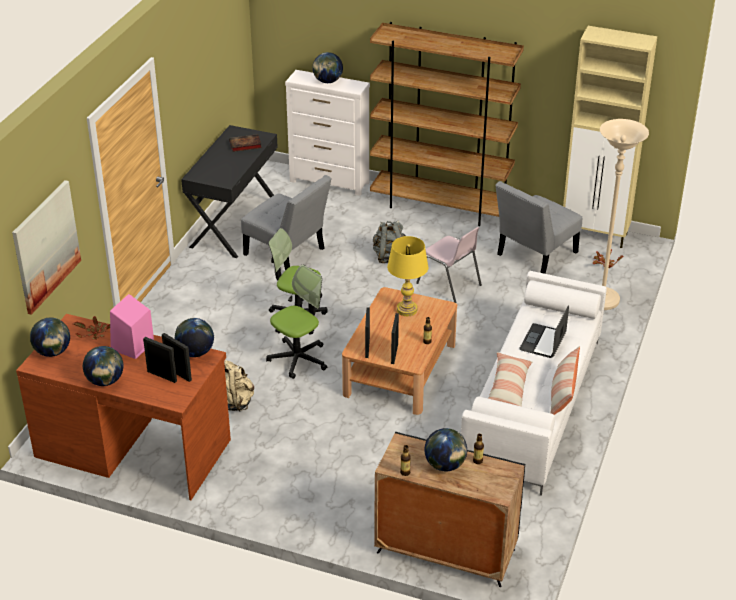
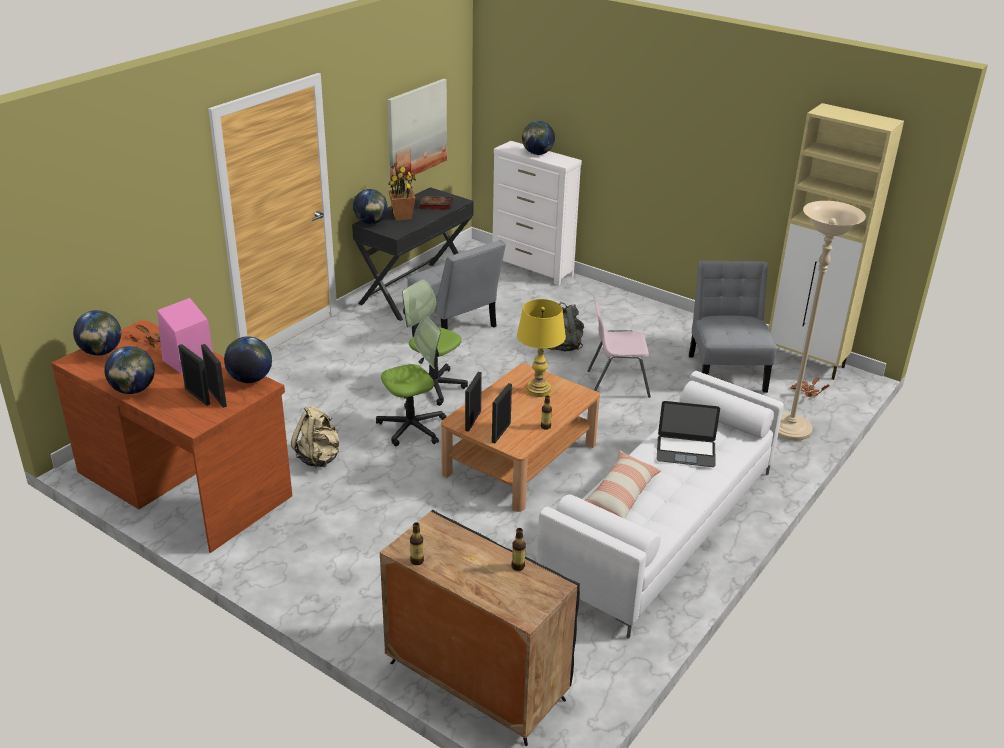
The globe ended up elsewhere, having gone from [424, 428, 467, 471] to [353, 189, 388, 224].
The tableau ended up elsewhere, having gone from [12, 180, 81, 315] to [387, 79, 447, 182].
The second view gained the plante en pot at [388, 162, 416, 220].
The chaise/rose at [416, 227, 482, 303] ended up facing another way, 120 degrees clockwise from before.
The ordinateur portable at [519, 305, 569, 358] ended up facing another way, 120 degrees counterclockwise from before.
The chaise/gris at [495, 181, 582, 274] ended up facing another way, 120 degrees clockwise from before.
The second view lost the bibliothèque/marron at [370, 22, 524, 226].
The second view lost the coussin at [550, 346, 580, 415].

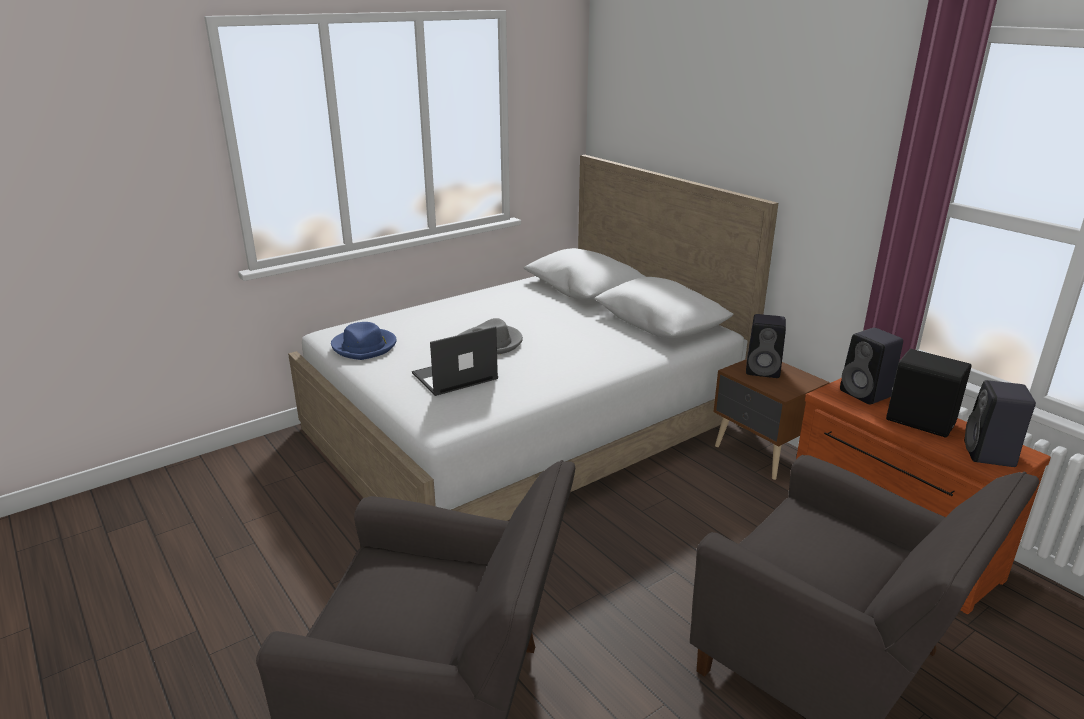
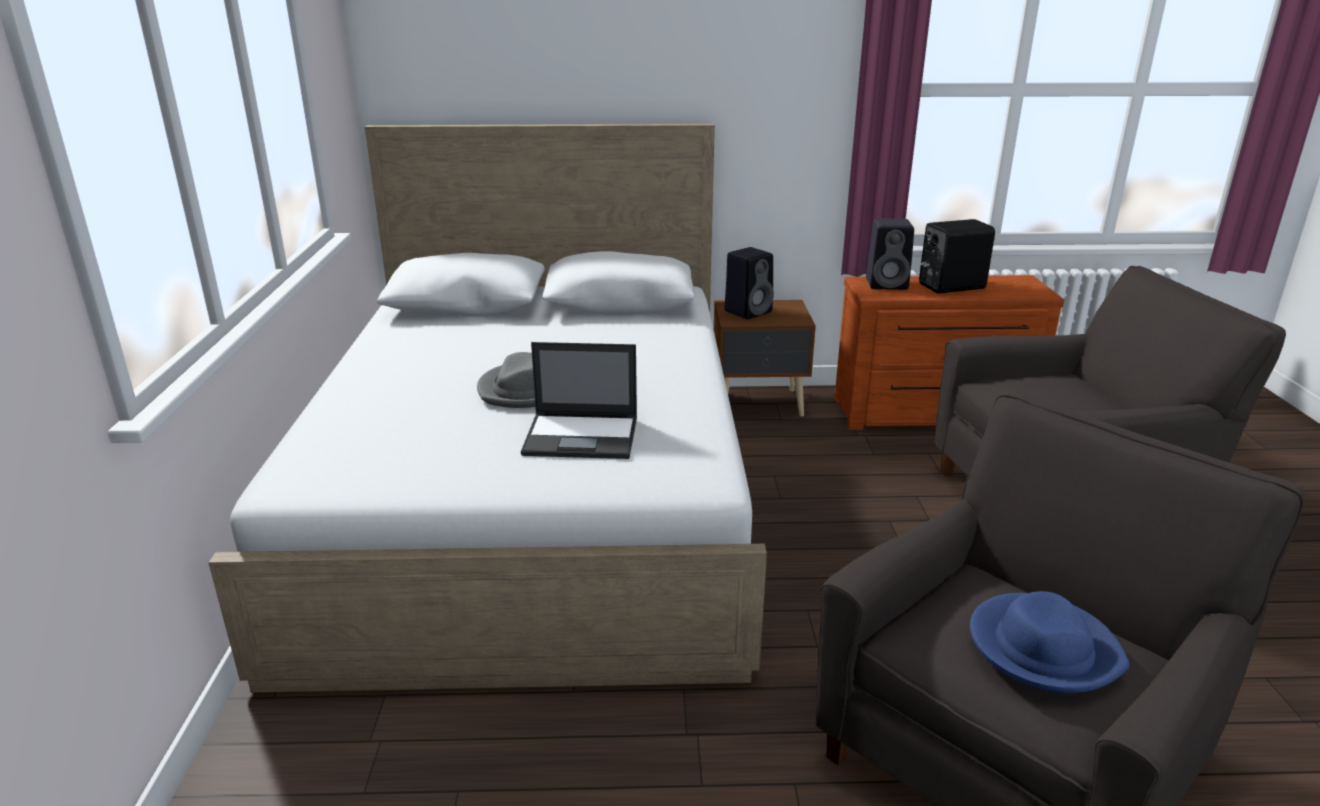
The ordinateur portable at [412, 326, 498, 396] ended up facing another way, 90 degrees counterclockwise from before.
The chapeau/bleu ended up elsewhere, having gone from [331, 322, 397, 360] to [970, 591, 1130, 693].
The second view lost the enceinte/noir at [964, 380, 1036, 467].

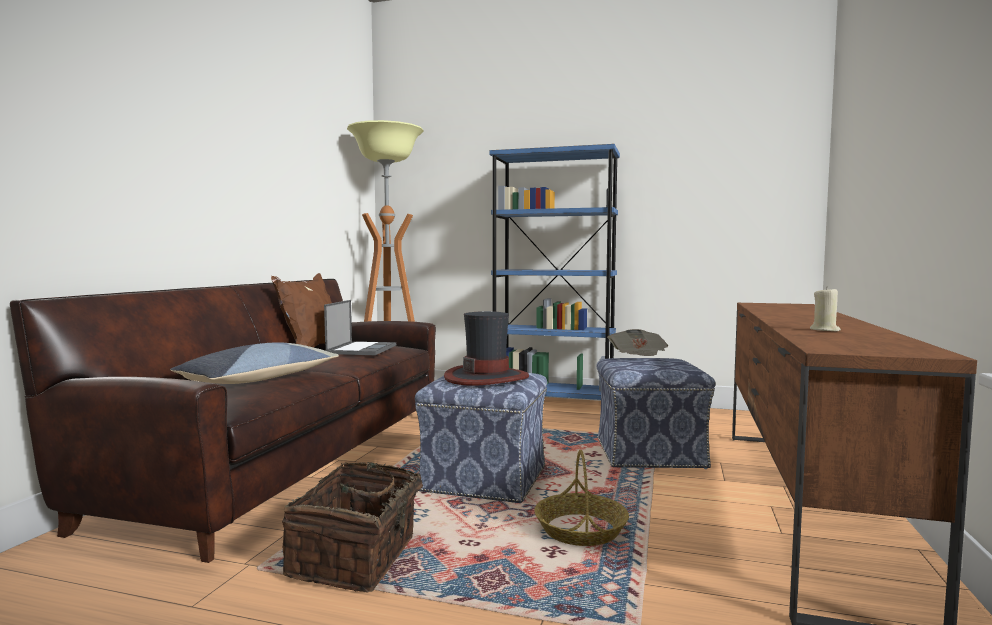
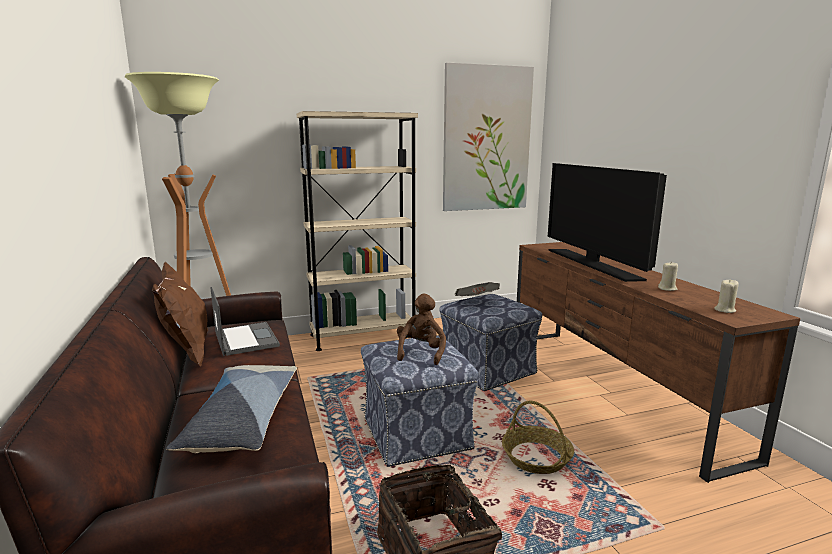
What was the bibliothèque/bleu at [490, 144, 620, 400] turned into the bibliothèque/beige at [297, 111, 418, 351].
Where the chapeau stood at [444, 311, 529, 386], the peluche/marron came to stand at [397, 293, 446, 365].
The second view gained the tableau at [443, 63, 534, 211].
The second view gained the téléviseur at [548, 163, 667, 282].
The second view gained the bougie/beige at [714, 279, 739, 313].

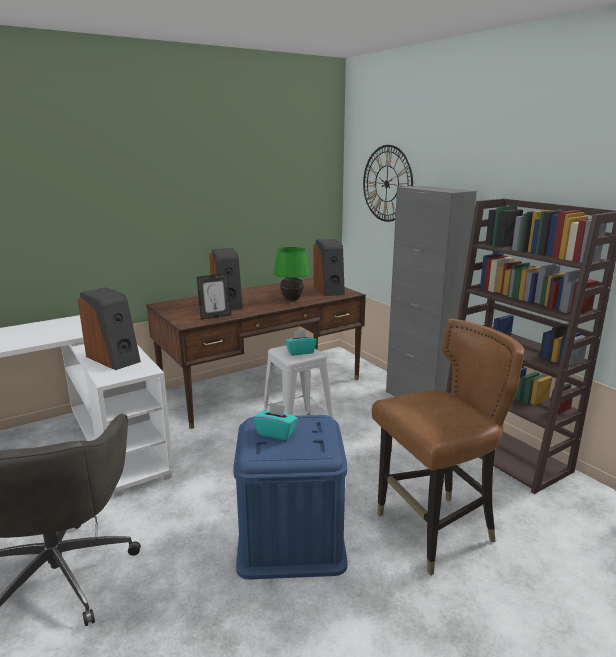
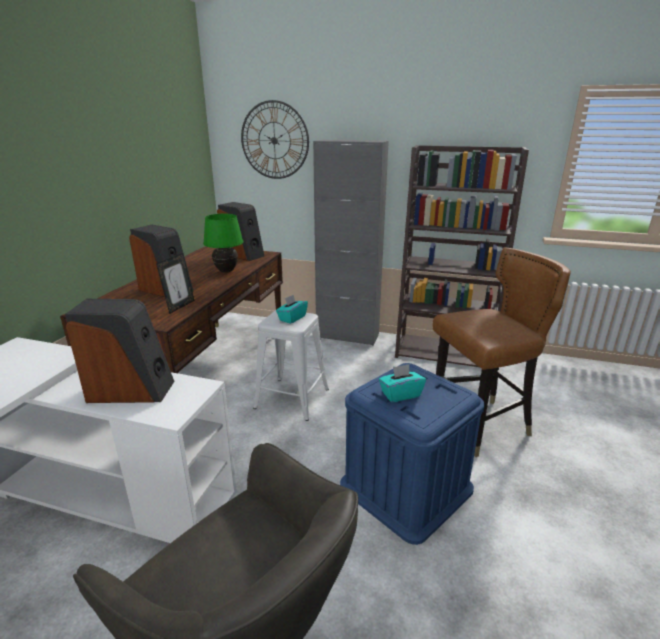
The chaise/marron at [372, 319, 524, 576] ended up facing another way, 45 degrees clockwise from before.

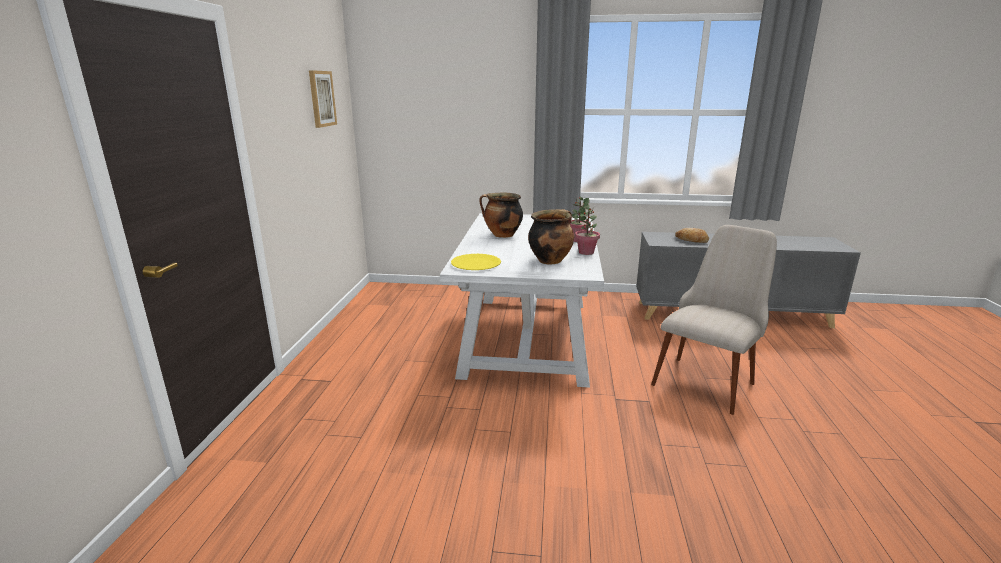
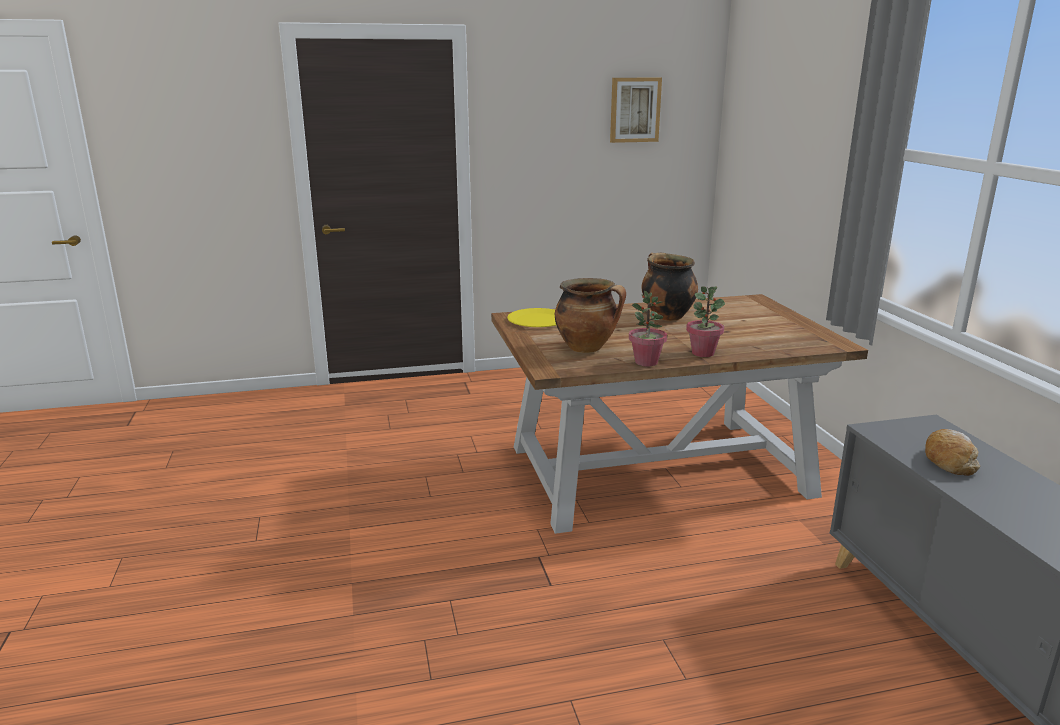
What was the table à manger/blanc at [440, 213, 604, 388] turned into the table à manger/marron at [491, 294, 868, 534].
The second view lost the chaise/beige at [651, 225, 777, 415].

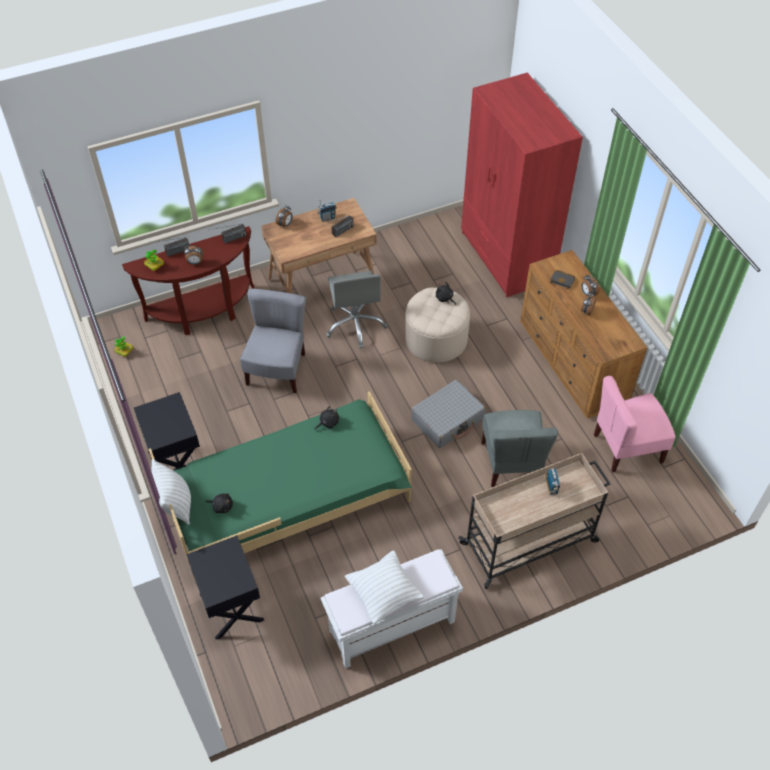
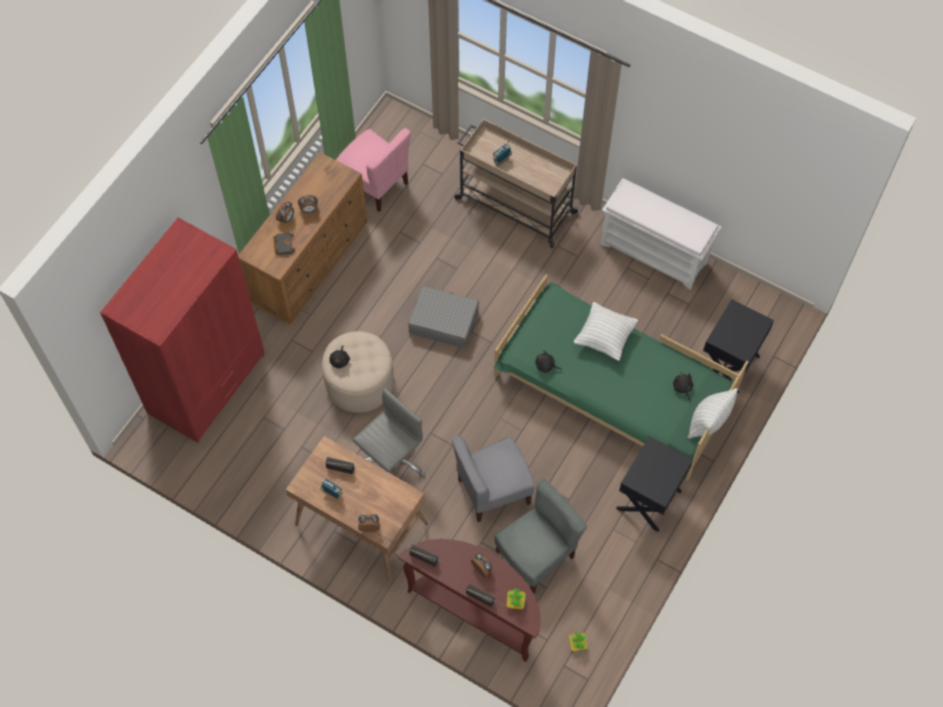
The chaise/gris ended up elsewhere, having gone from [481, 410, 558, 487] to [495, 479, 587, 593].
The coussin/blanc ended up elsewhere, having gone from [345, 551, 424, 624] to [573, 302, 638, 361].

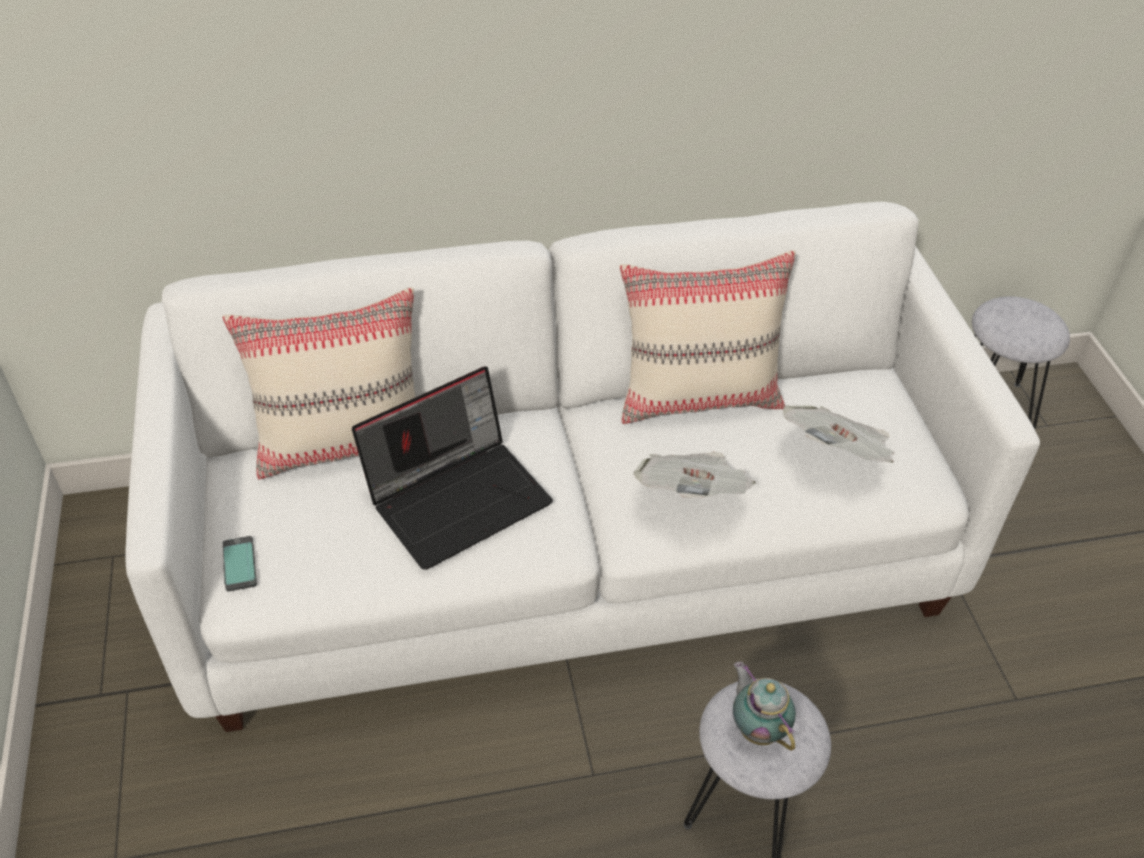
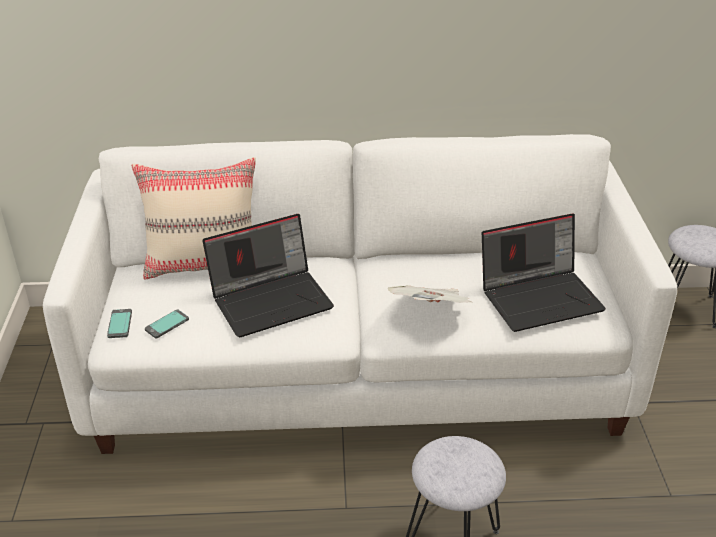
The second view gained the téléphone at [145, 309, 189, 338].
Where the journal stood at [783, 405, 895, 463], the ordinateur portable came to stand at [482, 214, 606, 332].
The second view lost the coussin/beige at [620, 250, 796, 424].
The second view lost the théière at [733, 662, 796, 751].

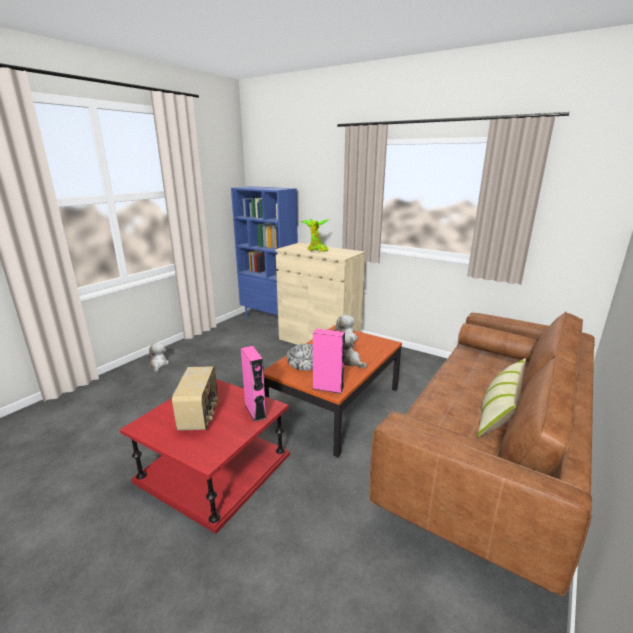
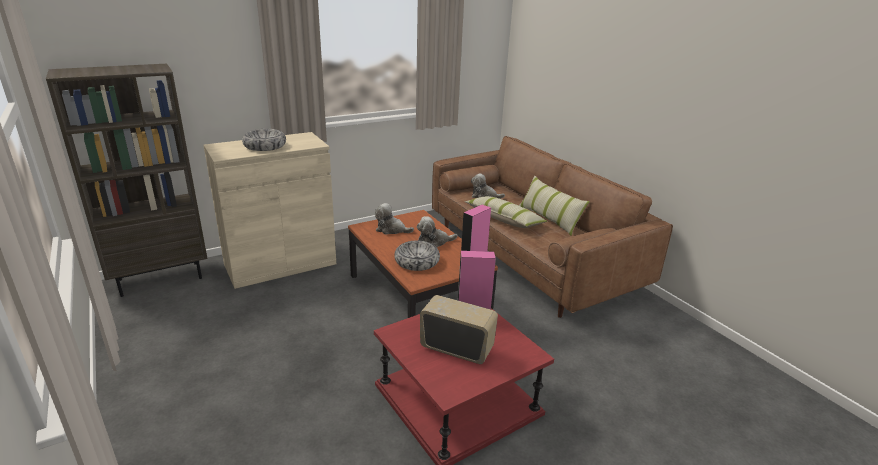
What was the bibliothèque/bleu at [231, 186, 298, 318] turned into the bibliothèque/marron at [46, 64, 207, 297].
Where the plante en pot stood at [301, 219, 328, 252], the bol came to stand at [242, 129, 286, 151].
The second view gained the coussin at [465, 196, 547, 228].
The peluche ended up elsewhere, having gone from [146, 343, 169, 373] to [471, 173, 505, 199].

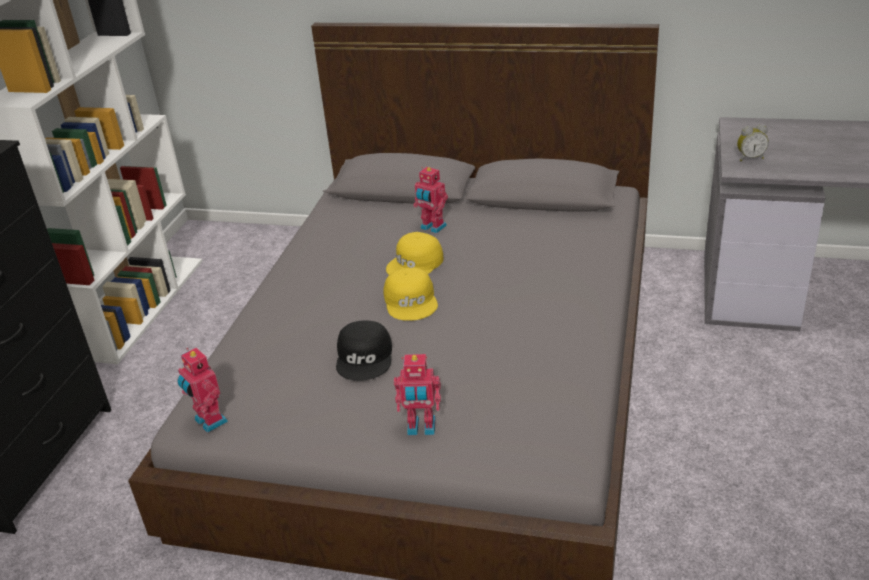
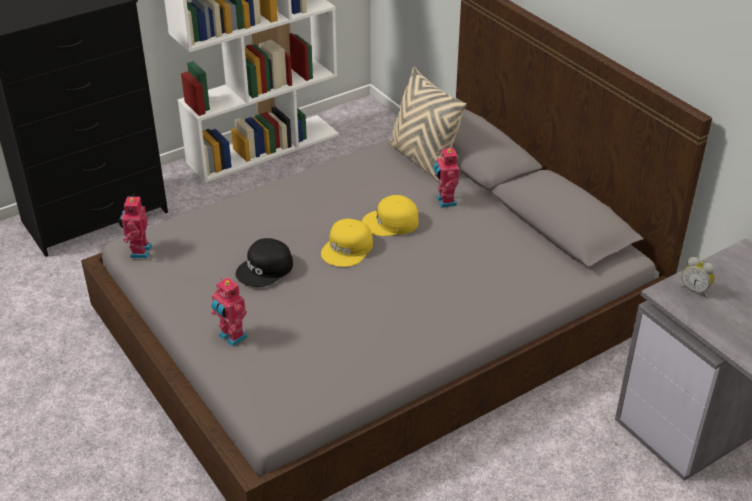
The second view gained the coussin/beige at [388, 66, 467, 182].

